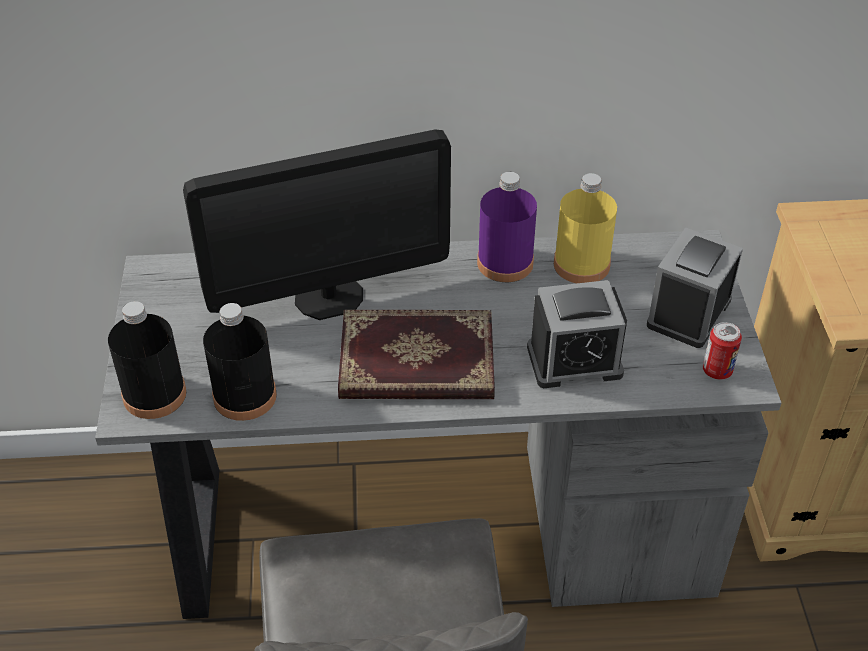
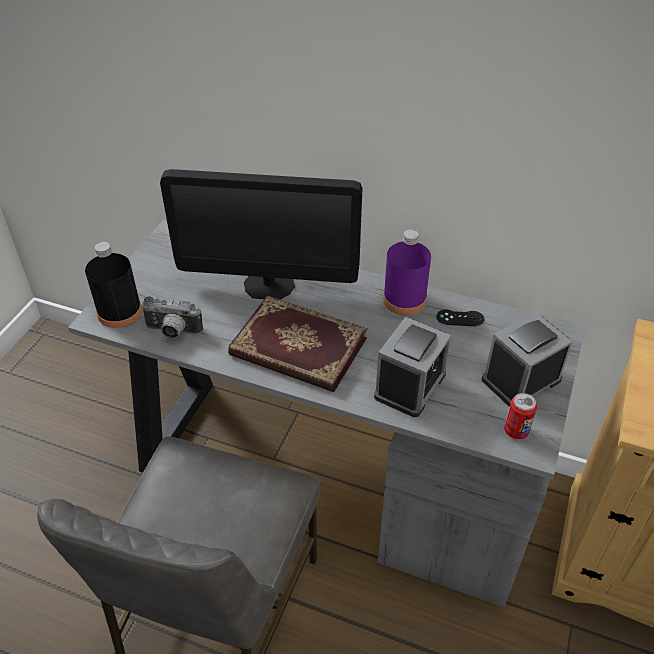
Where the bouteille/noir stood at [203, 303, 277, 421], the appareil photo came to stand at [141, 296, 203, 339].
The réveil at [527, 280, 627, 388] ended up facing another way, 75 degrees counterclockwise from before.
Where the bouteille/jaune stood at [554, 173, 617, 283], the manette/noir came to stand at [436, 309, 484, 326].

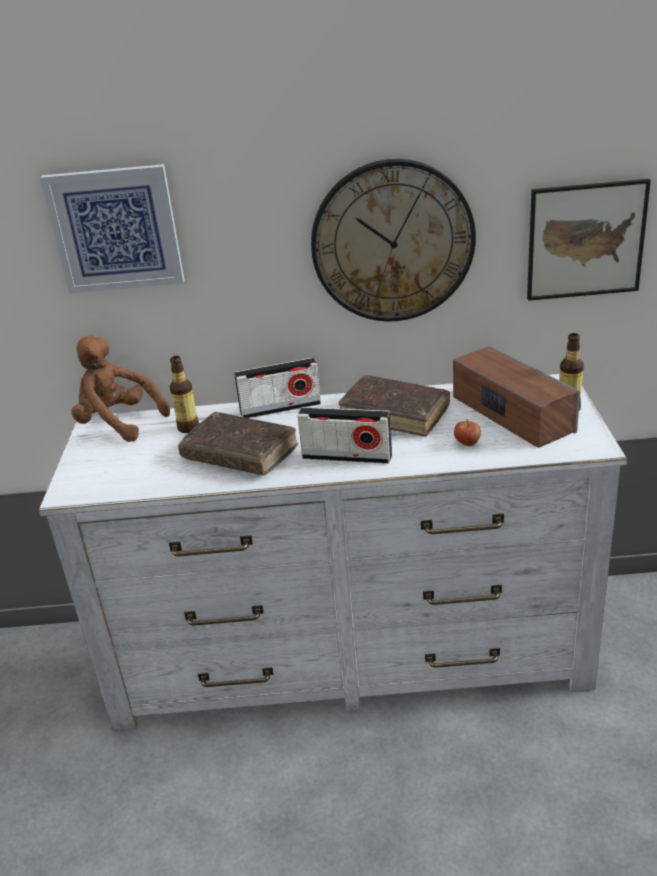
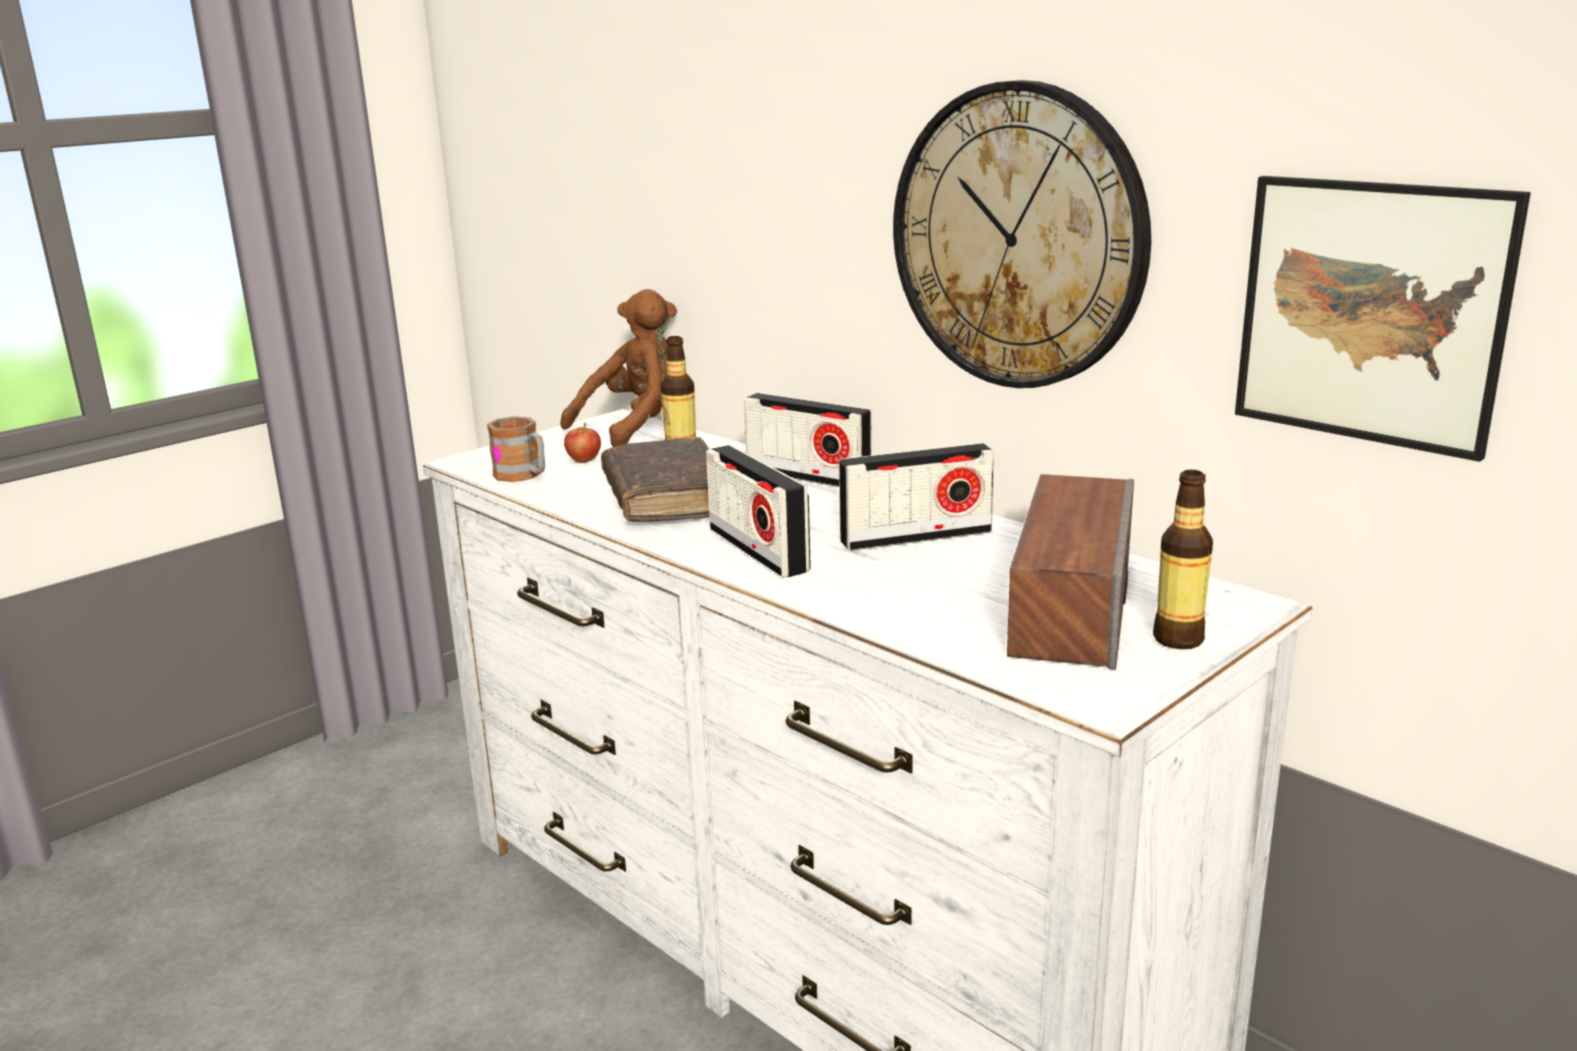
The second view gained the mug at [487, 416, 545, 482].
The peluche/marron at [71, 336, 170, 442] ended up facing another way, 60 degrees clockwise from before.
The pomme ended up elsewhere, having gone from [454, 419, 481, 446] to [564, 422, 601, 463].
Where the livre/marron stood at [338, 375, 450, 437], the radio came to stand at [839, 443, 994, 551].
The second view lost the tableau at [40, 164, 184, 294].

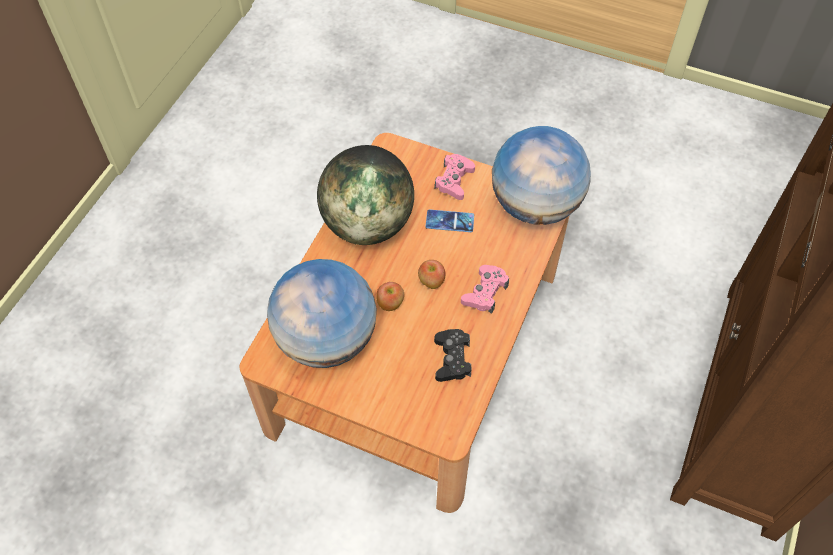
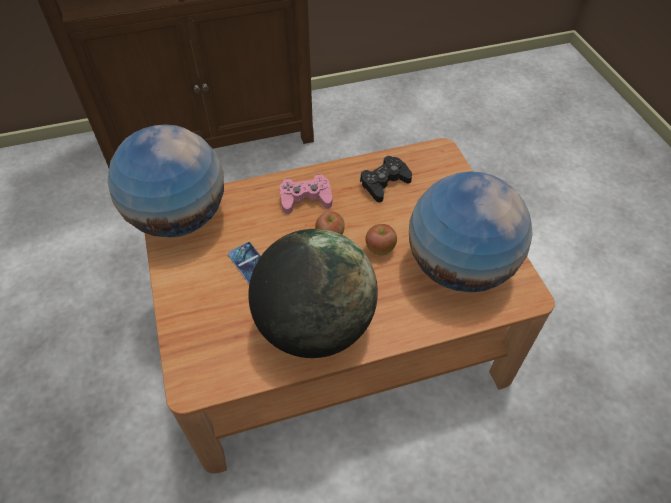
The second view lost the manette/rose at [434, 154, 475, 200].

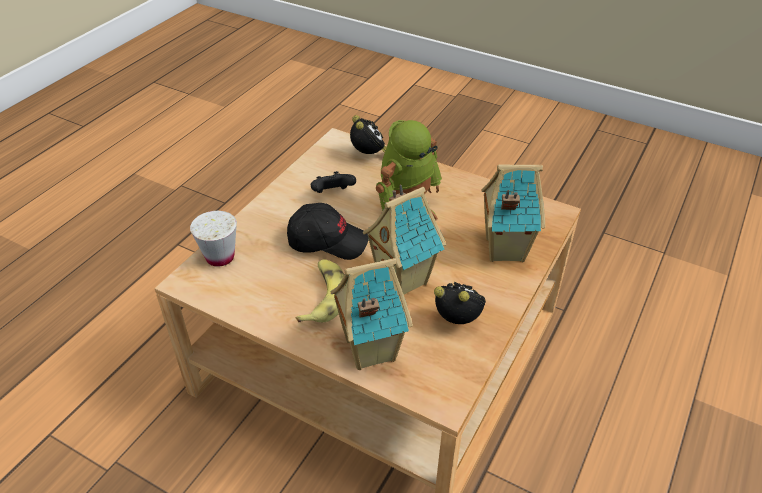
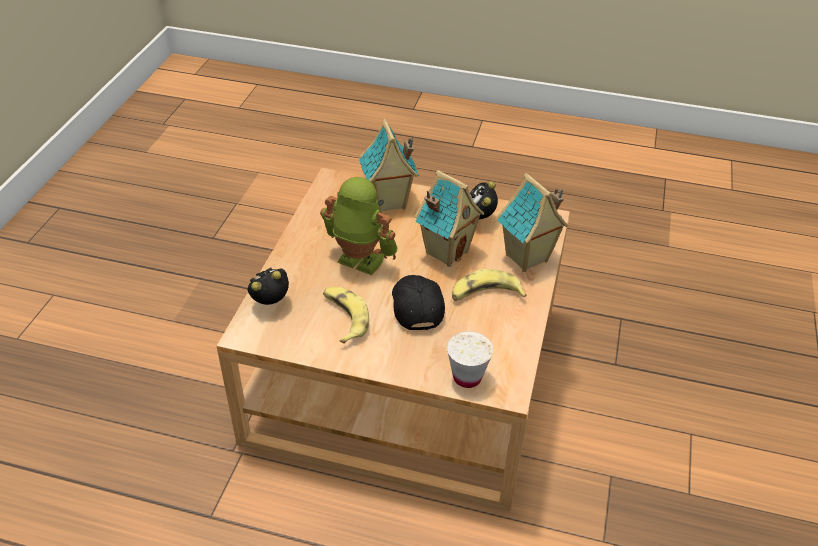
Where the manette/noir stood at [311, 171, 356, 193], the banane came to stand at [323, 287, 369, 344].

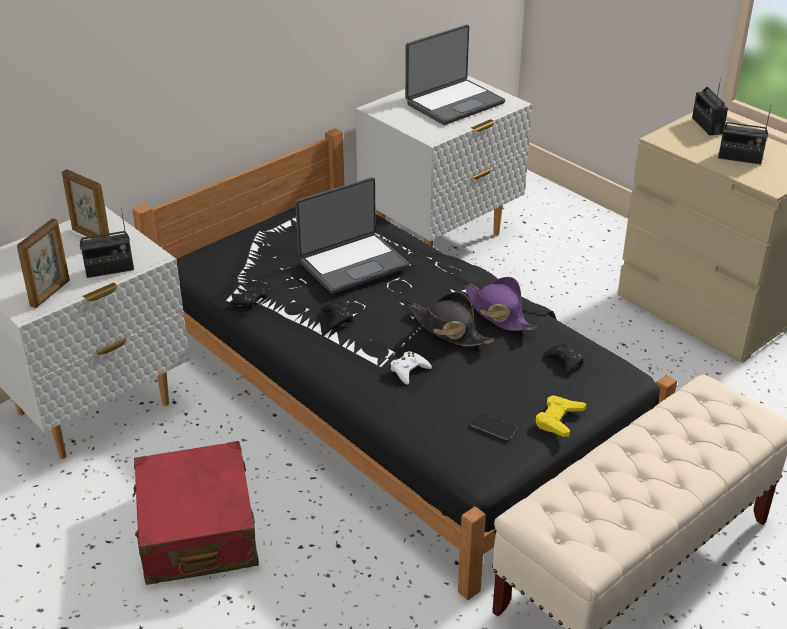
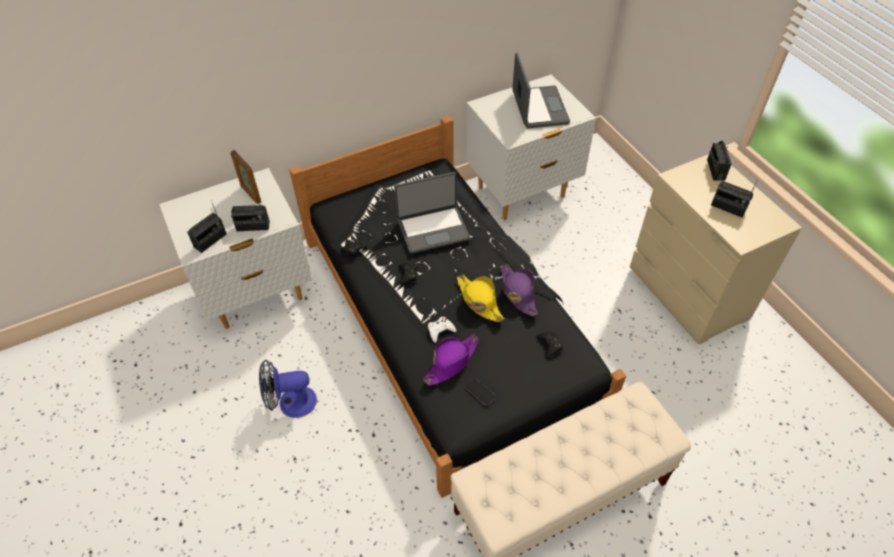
Where the cadre photo stood at [17, 218, 70, 308], the radio came to stand at [187, 200, 226, 253].
Where the valise/rouge stood at [133, 441, 259, 585], the ventilateur came to stand at [259, 360, 317, 418].
The second view gained the chapeau/violet at [423, 334, 480, 386].
What was the chapeau/noir at [409, 292, 494, 346] turned into the chapeau/jaune at [457, 275, 505, 322].
The ordinateur portable at [405, 24, 505, 125] ended up facing another way, 75 degrees counterclockwise from before.
The second view lost the manette/jaune at [536, 395, 586, 437].

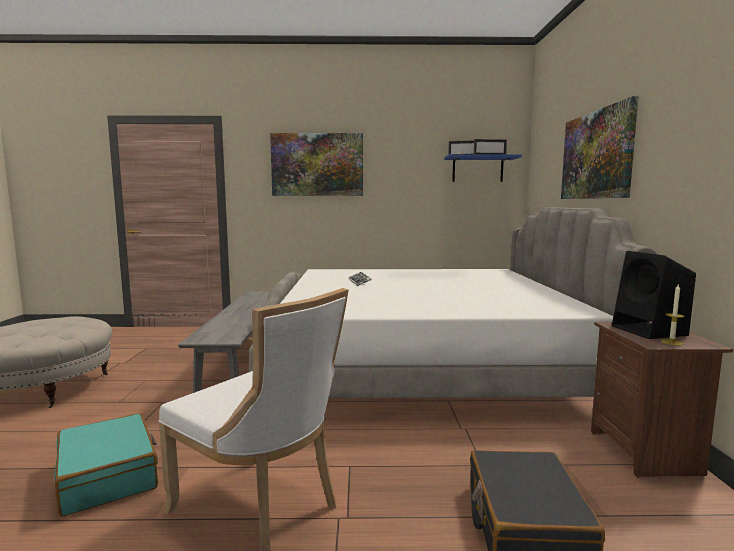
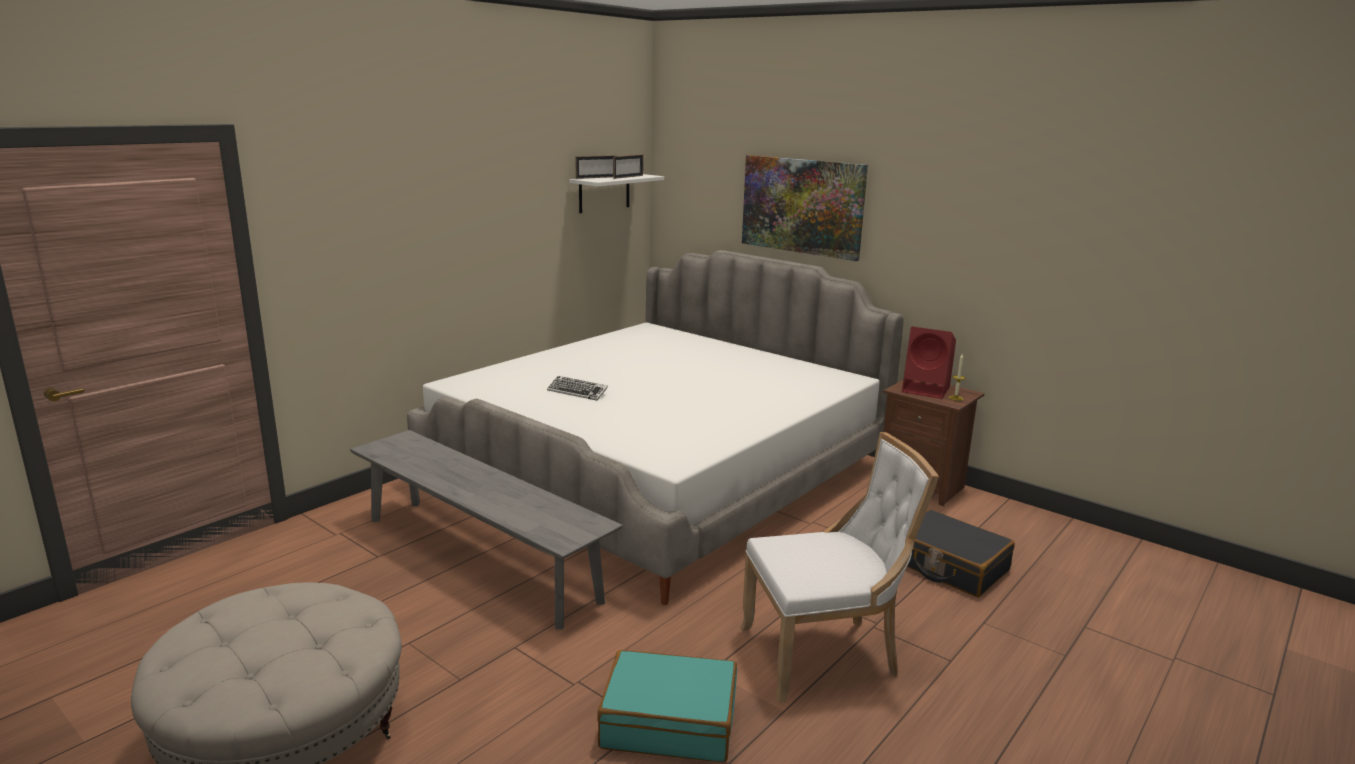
What was the étagère/bleu at [444, 154, 522, 182] turned into the étagère/blanc at [570, 174, 664, 213].
What was the enceinte/noir at [612, 251, 696, 339] turned into the enceinte/rouge at [902, 327, 956, 399].
The second view lost the tableau at [270, 133, 363, 196].

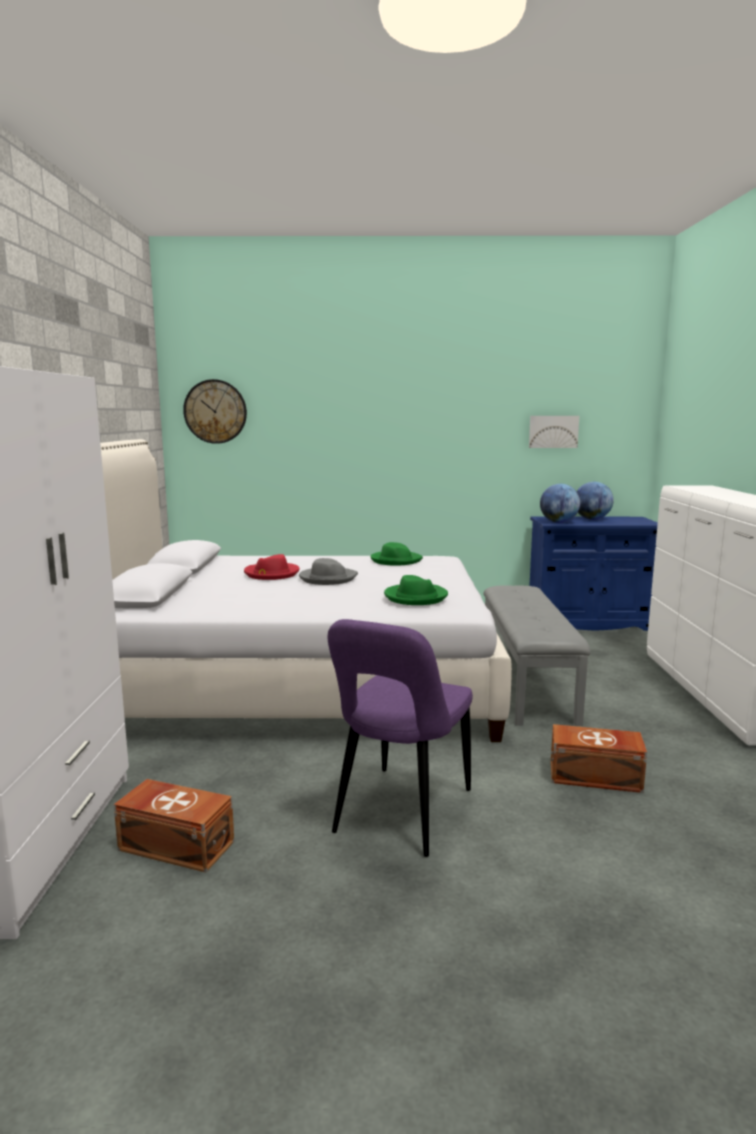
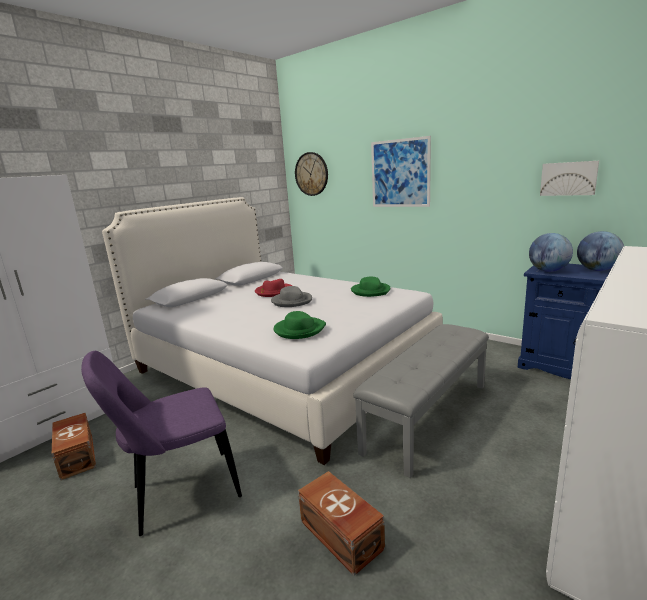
The second view gained the tableau at [371, 136, 431, 207].

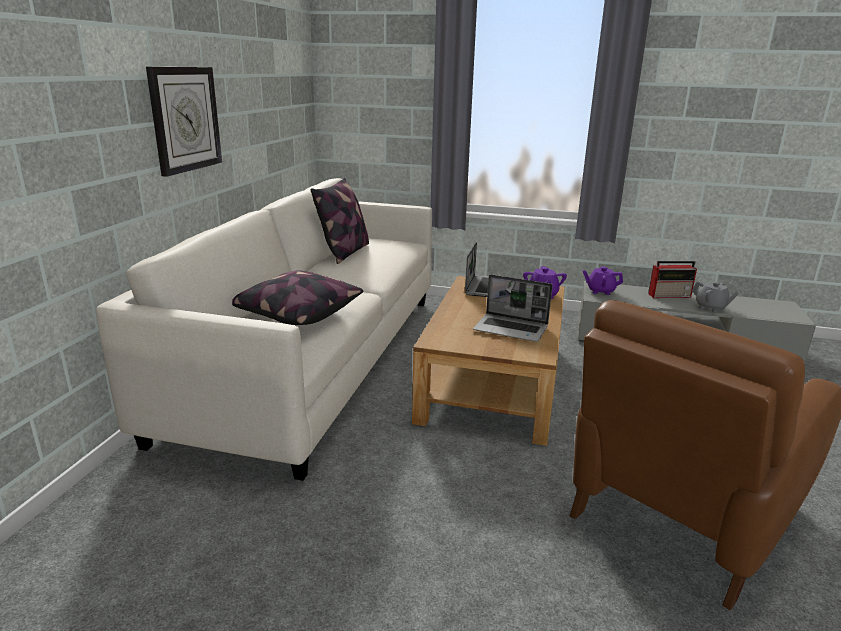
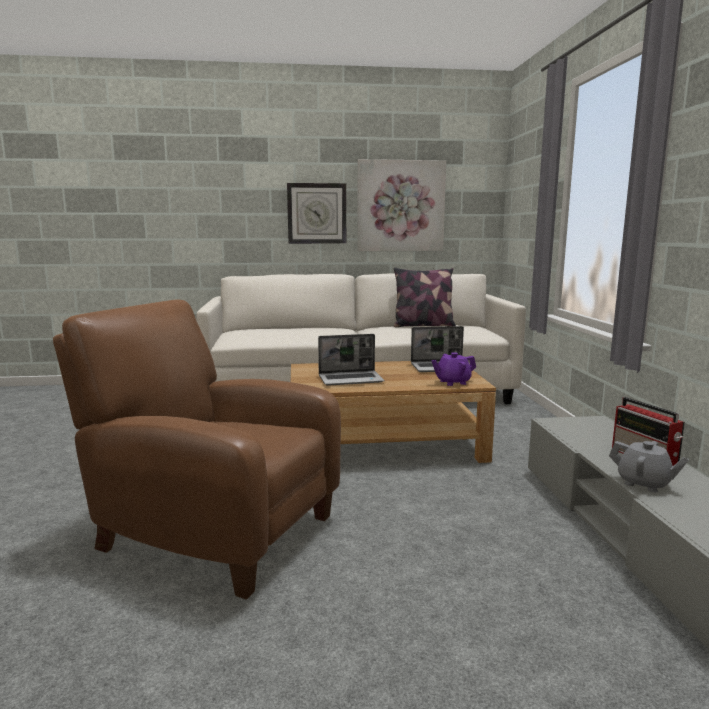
The ordinateur portable at [473, 274, 553, 342] ended up facing another way, 105 degrees counterclockwise from before.
The second view gained the tableau at [357, 159, 446, 251].
The théière/gris at [692, 282, 739, 312] ended up facing another way, 75 degrees counterclockwise from before.
The second view lost the coussin at [232, 271, 363, 325].
The second view lost the théière/violet at [583, 266, 623, 295].

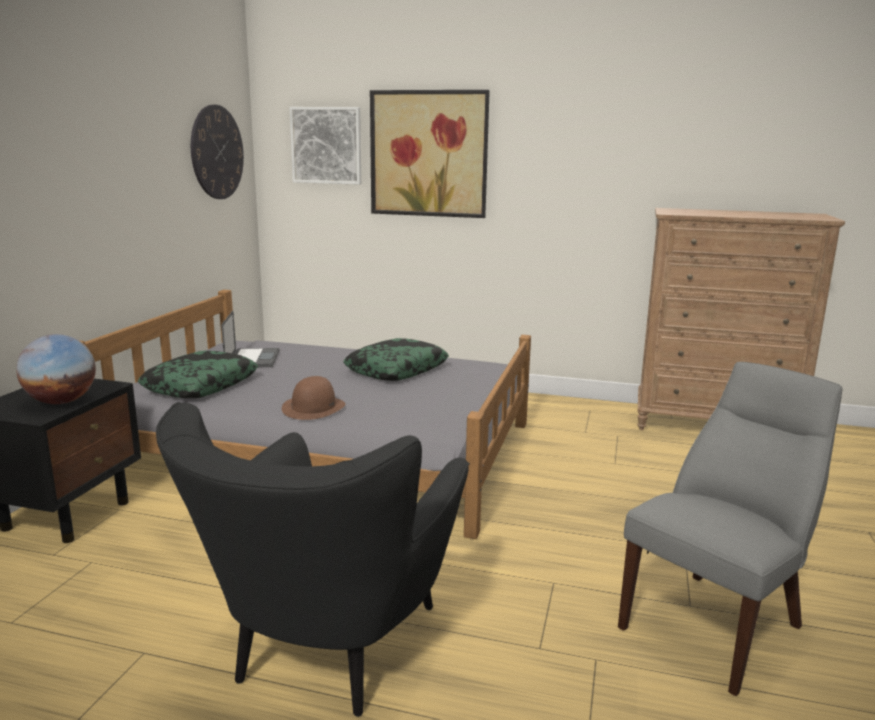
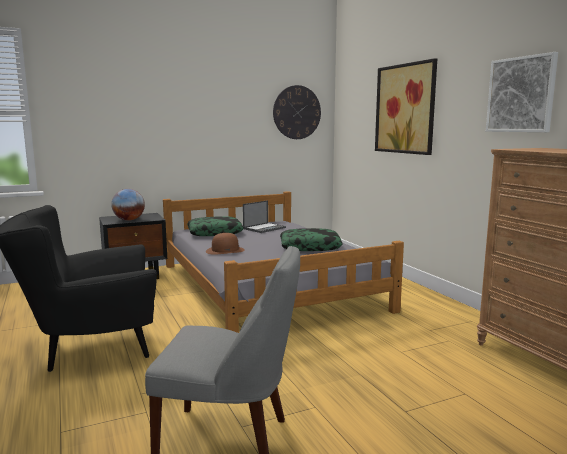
The tableau ended up elsewhere, having gone from [290, 107, 361, 185] to [486, 52, 558, 132].

